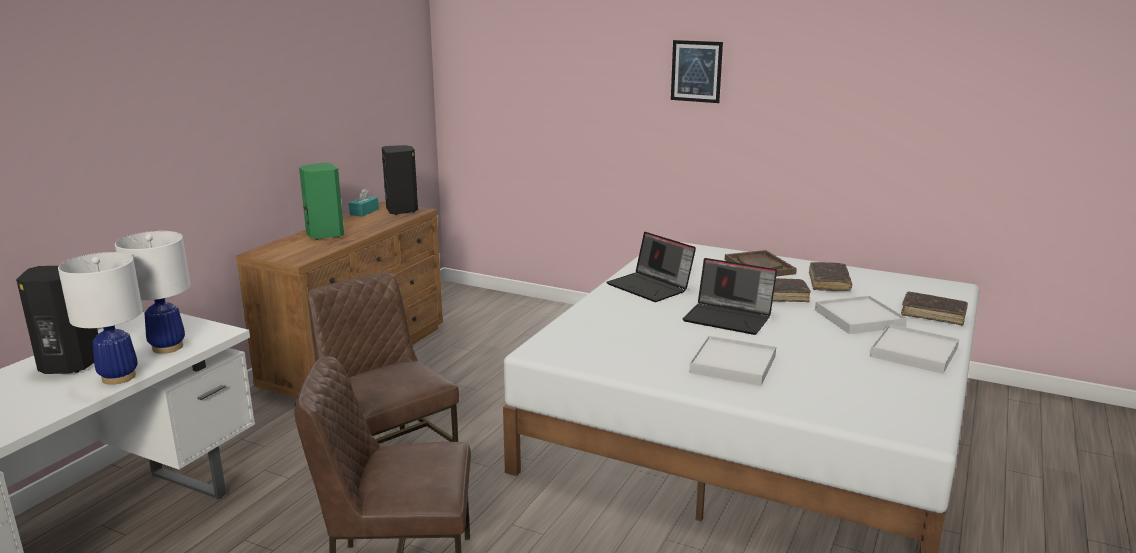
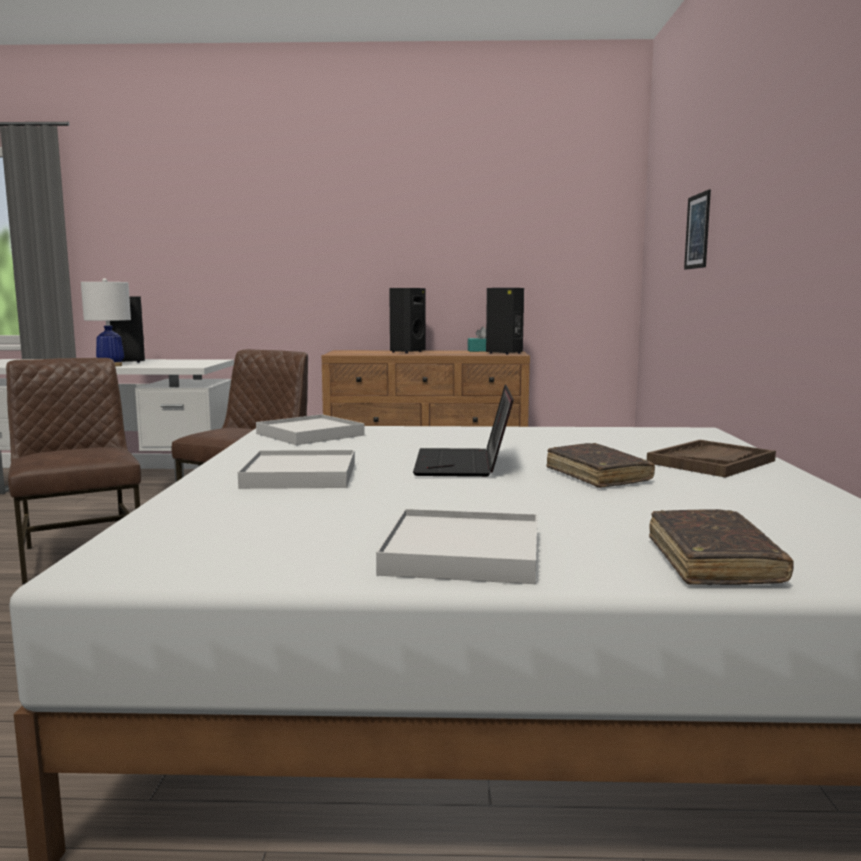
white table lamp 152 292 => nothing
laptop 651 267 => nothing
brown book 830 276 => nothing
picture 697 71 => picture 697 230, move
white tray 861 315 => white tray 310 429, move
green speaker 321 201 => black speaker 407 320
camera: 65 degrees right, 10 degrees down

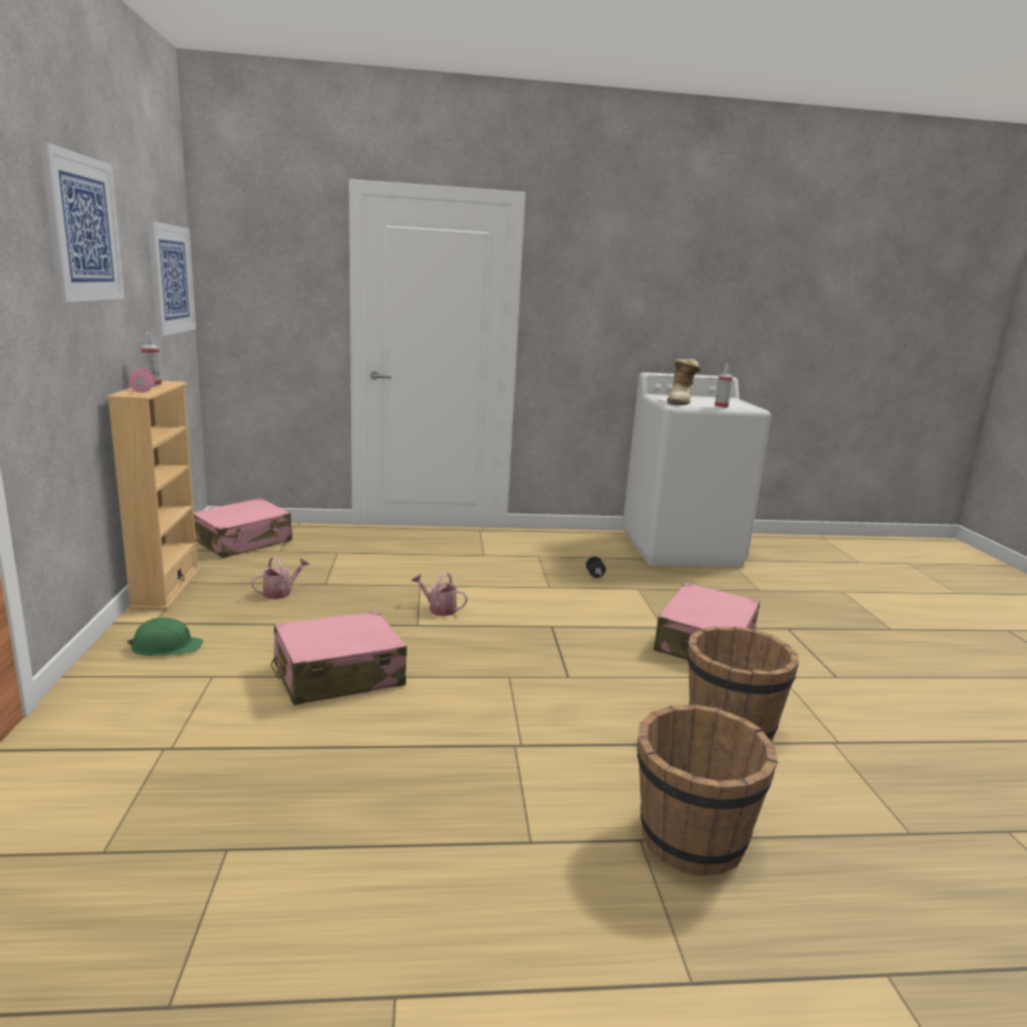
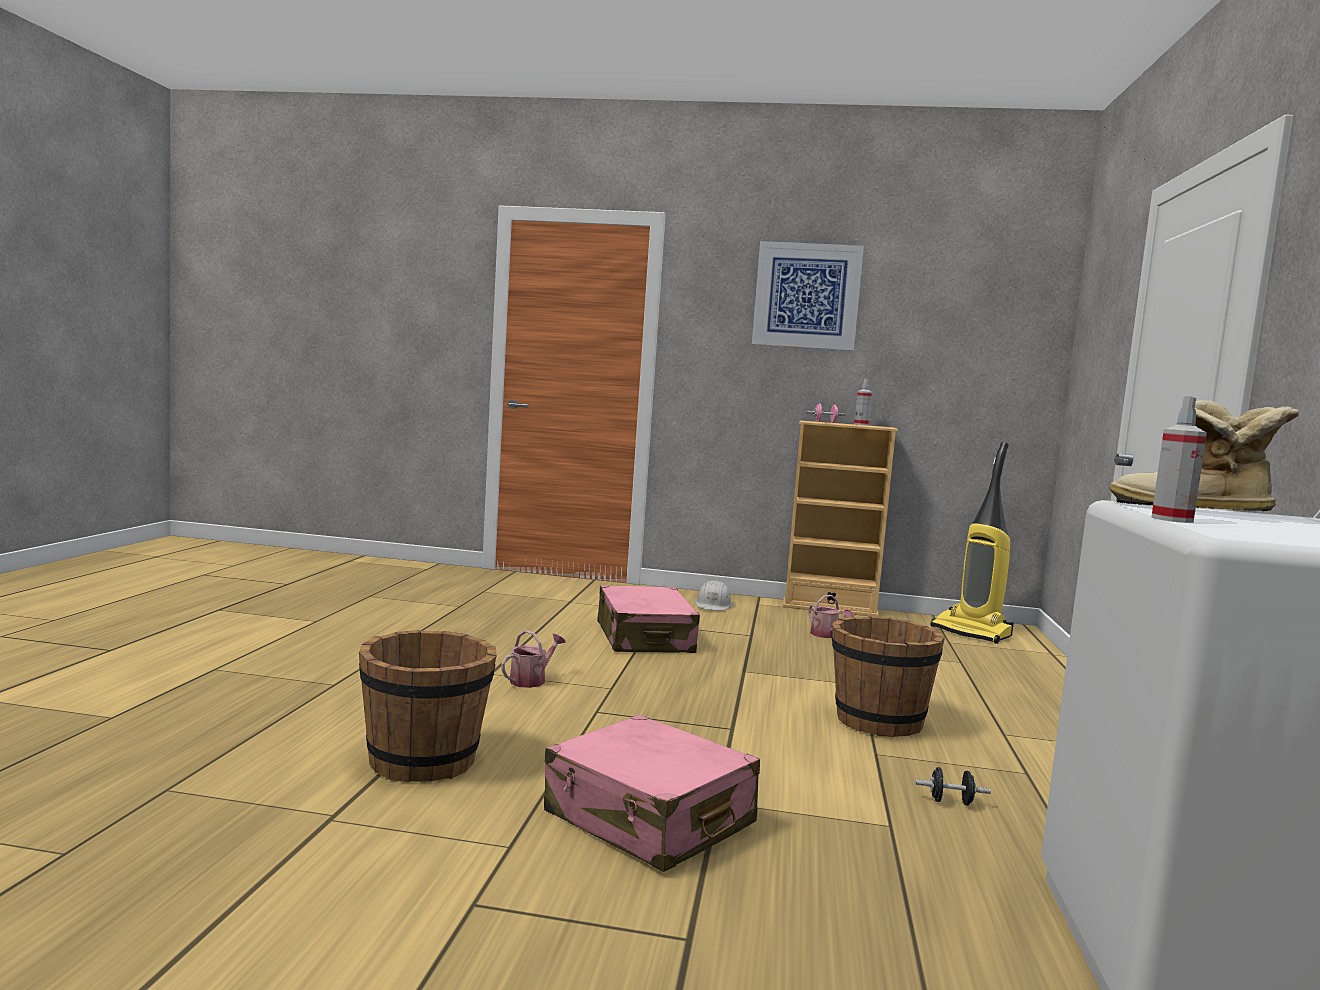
picture 171 278 => nothing
watering can 439 594 => watering can 533 659, move
brown bucket 707 790 => brown bucket 888 676, move
pink suitcase 243 528 => vacuum cleaner 972 543
green hard hat 165 636 => white hard hat 713 595
camera: 105 degrees right, 10 degrees down

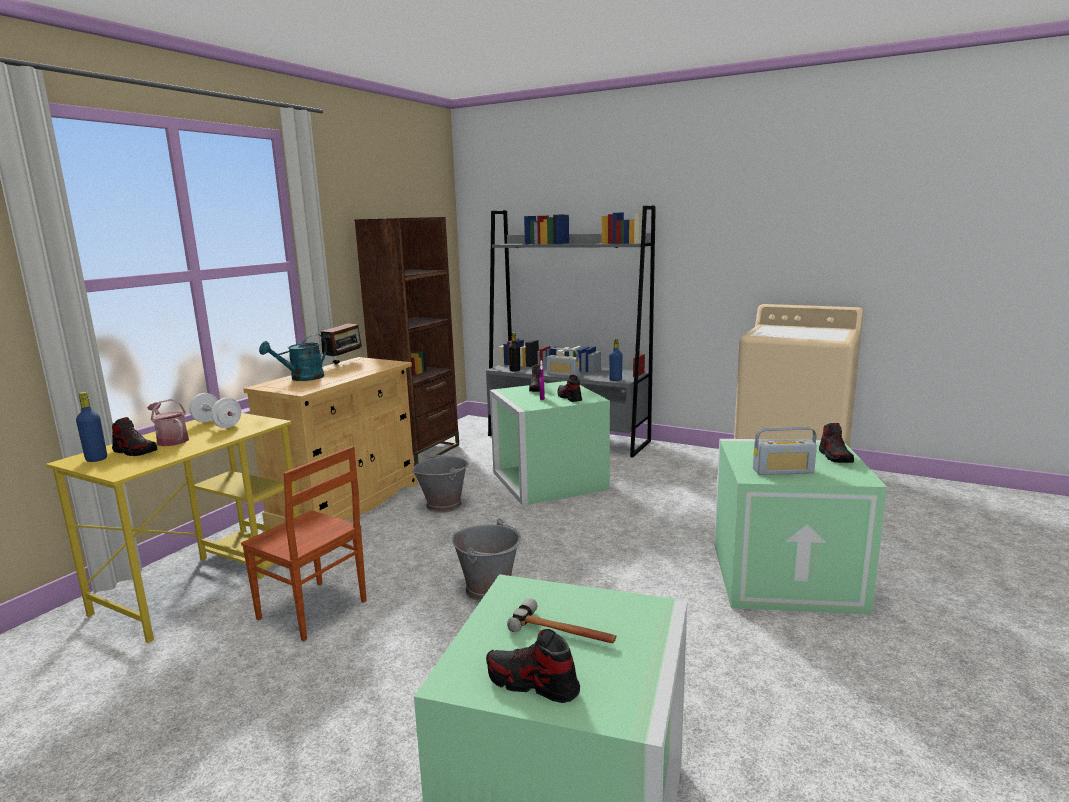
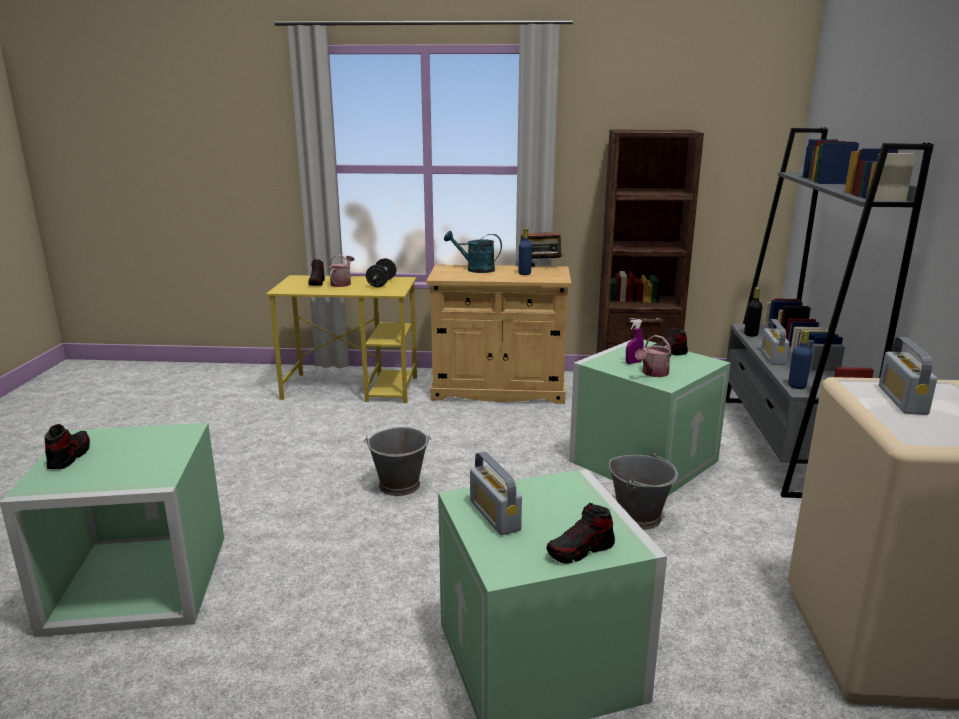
brown chair 304 543 => nothing
hammer 561 620 => nothing
nothing => radio 908 376
blue bottle 91 427 => blue bottle 525 251, move
grey bucket 440 483 => grey bucket 643 490, move
shoe 569 388 => watering can 653 356
white dumbbell 215 410 => black dumbbell 381 272
camera: 65 degrees right, 5 degrees up

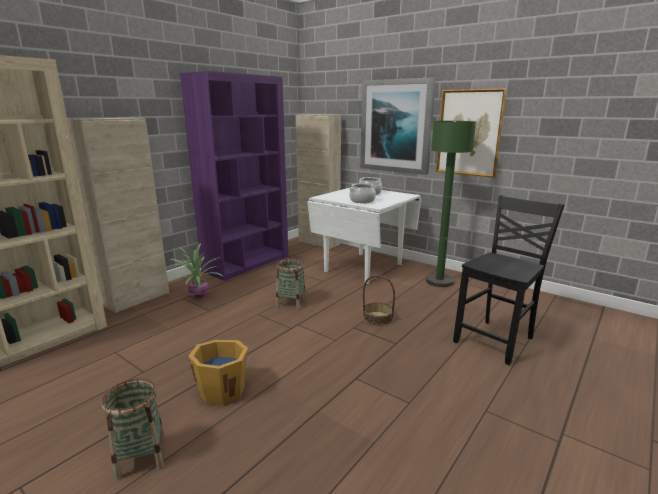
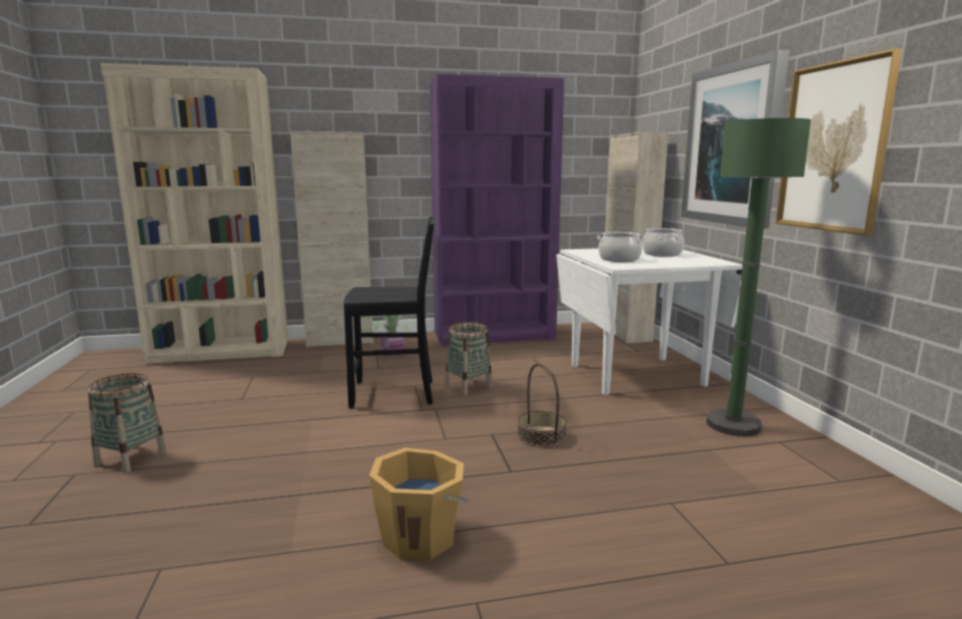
orange bucket 221 373 => orange bucket 418 504, move
black chair 508 280 => black chair 390 312, move
camera: 40 degrees right, 5 degrees down

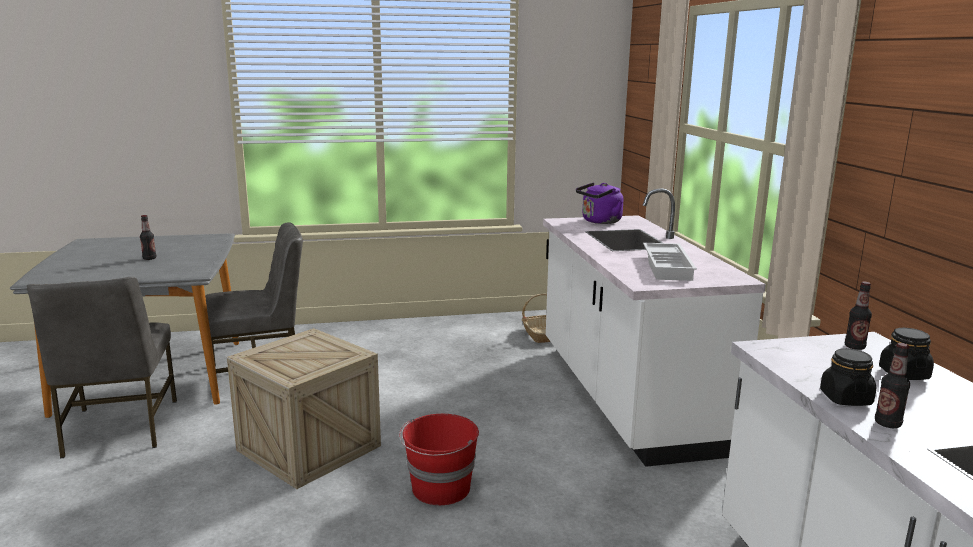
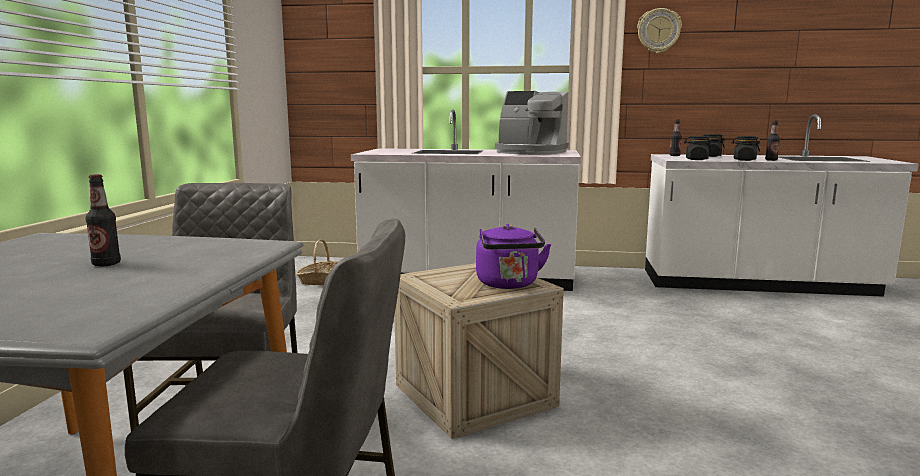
red bucket 439 459 => nothing
nothing => wall clock 659 30
nothing => black jar 698 148
purple kettle 599 203 => purple kettle 513 256, move
white tray 670 262 => coffee machine 532 123
camera: 70 degrees left, 5 degrees down

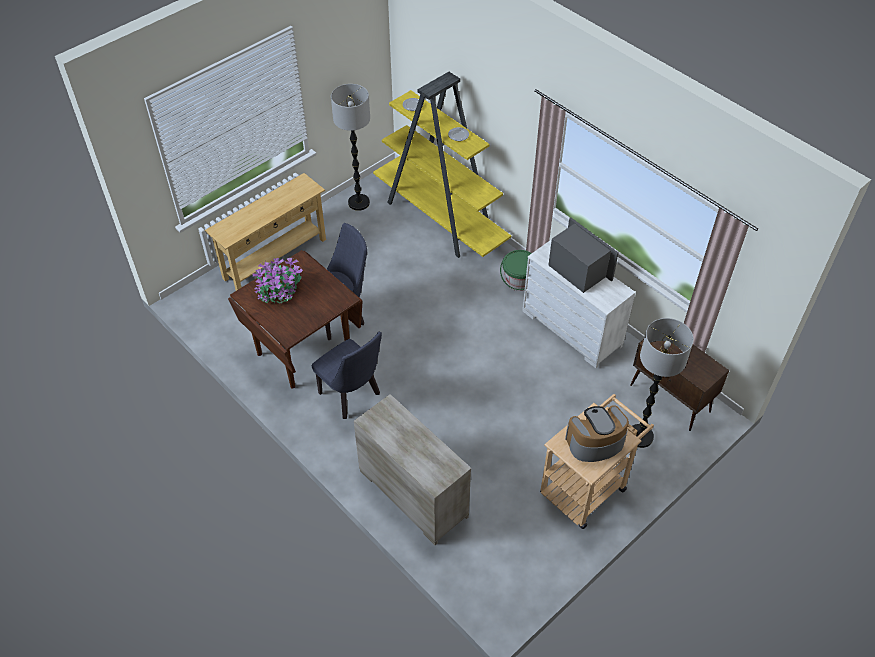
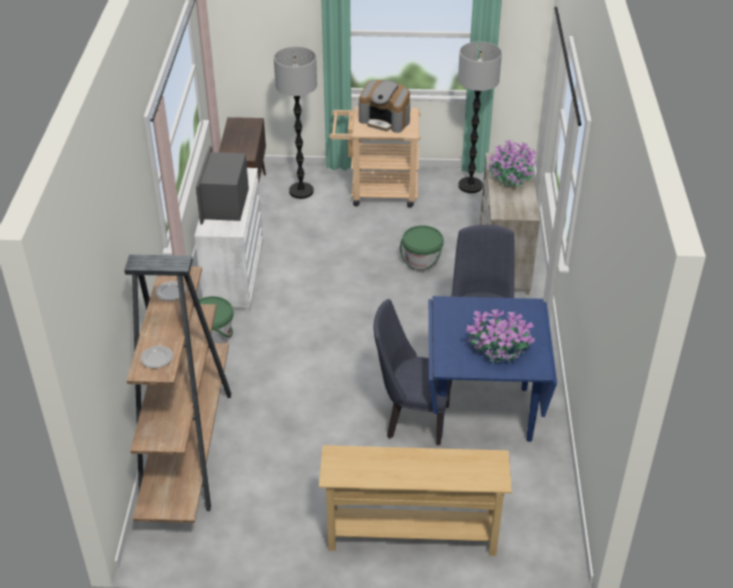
nothing => green bucket 422 248
nothing => potted plant 512 163
floor lamp 350 147 => floor lamp 480 117, move
brown dining table 295 319 => blue dining table 492 369
yellow bookcase 442 165 => brown bookcase 177 388
camera: 135 degrees left, 10 degrees down

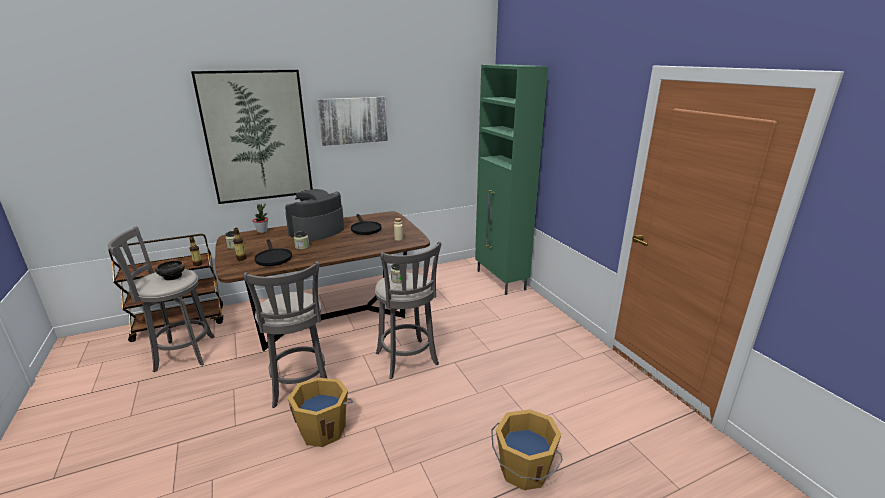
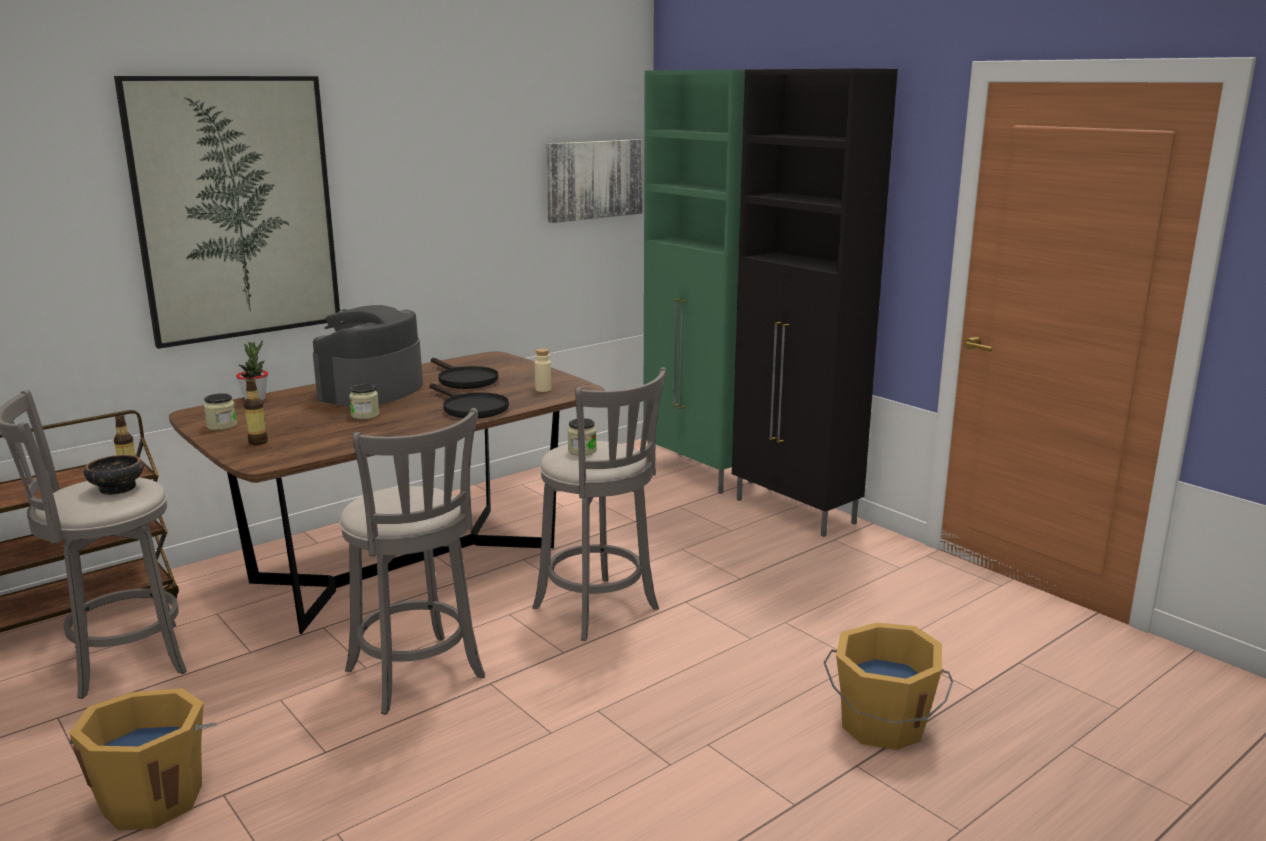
nothing => black cabinet 815 303
black frying pan 273 252 => black frying pan 469 400, move
orange bucket 320 412 => orange bucket 143 759, move
picture 352 121 => picture 594 181, move
camera: 15 degrees left, 5 degrees down

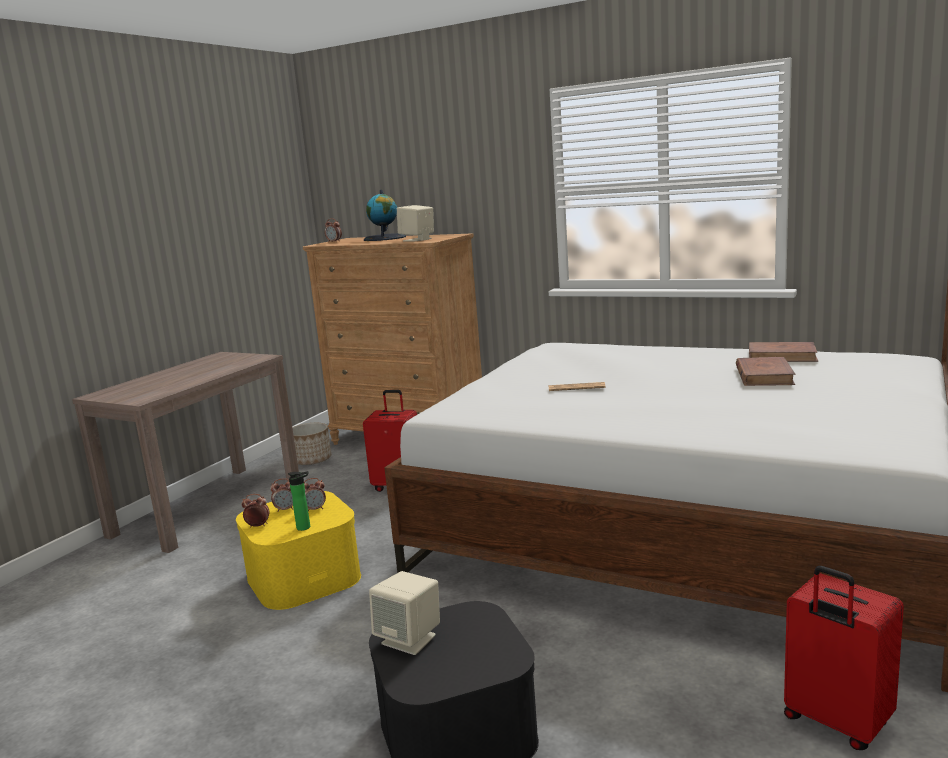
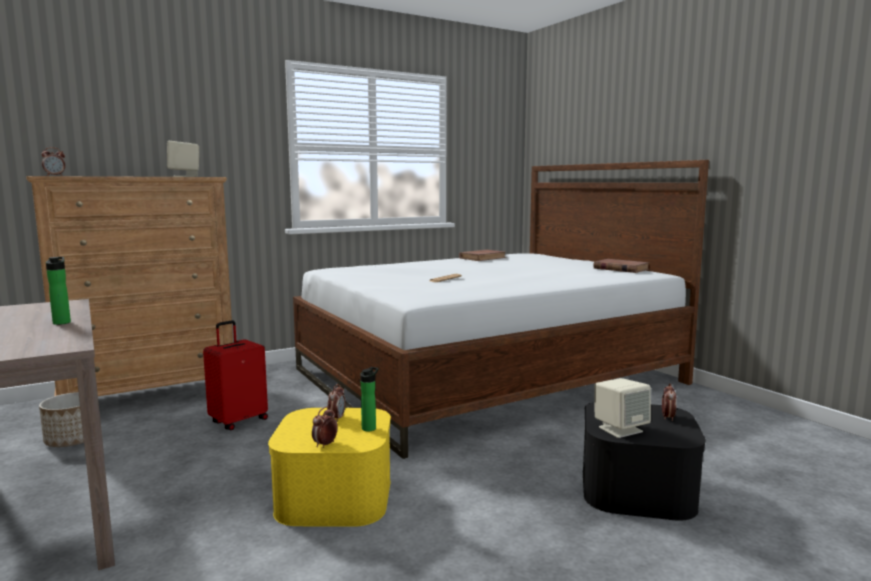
globe 385 215 => nothing
red suitcase 844 658 => nothing
nothing => bottle 58 291
alarm clock 281 495 => alarm clock 669 402, move
brown book 765 371 => brown book 621 266, move
camera: 60 degrees left, 5 degrees down

